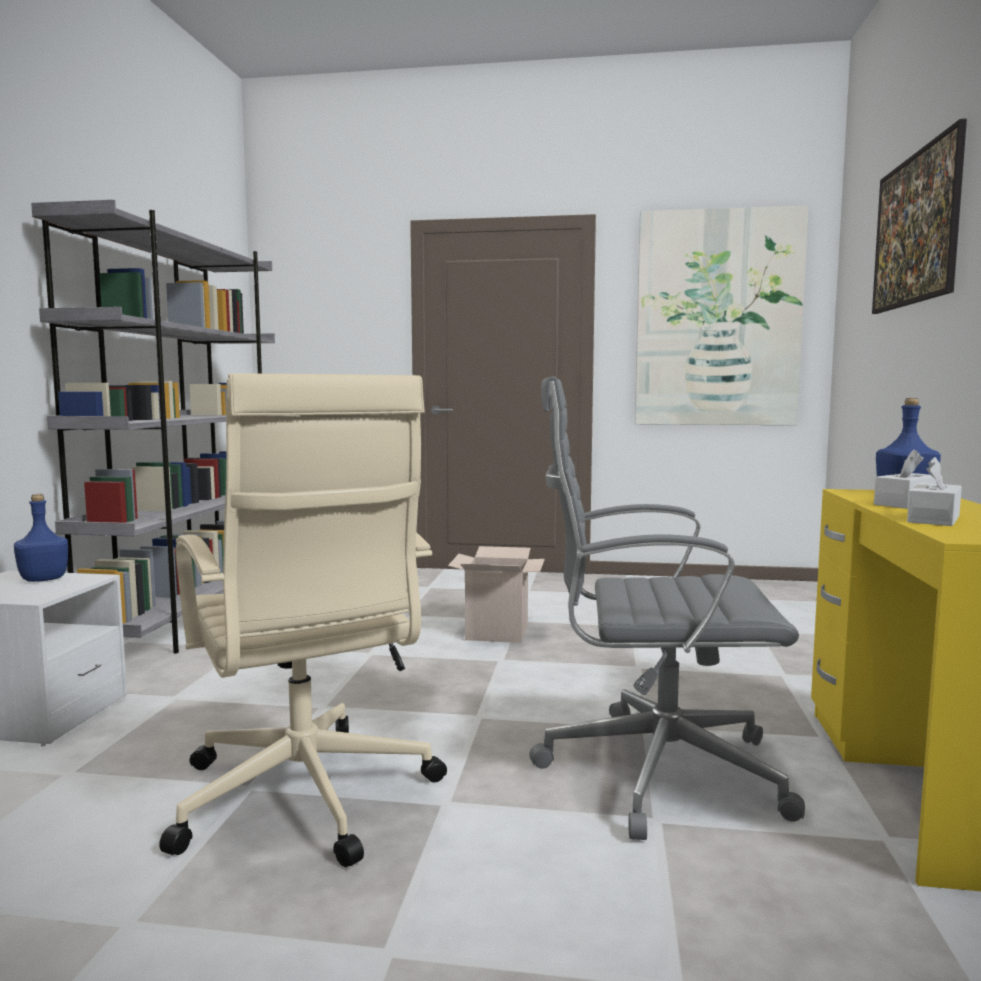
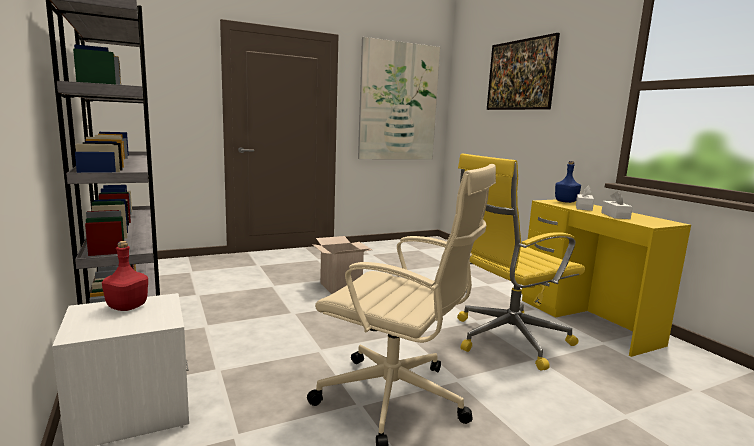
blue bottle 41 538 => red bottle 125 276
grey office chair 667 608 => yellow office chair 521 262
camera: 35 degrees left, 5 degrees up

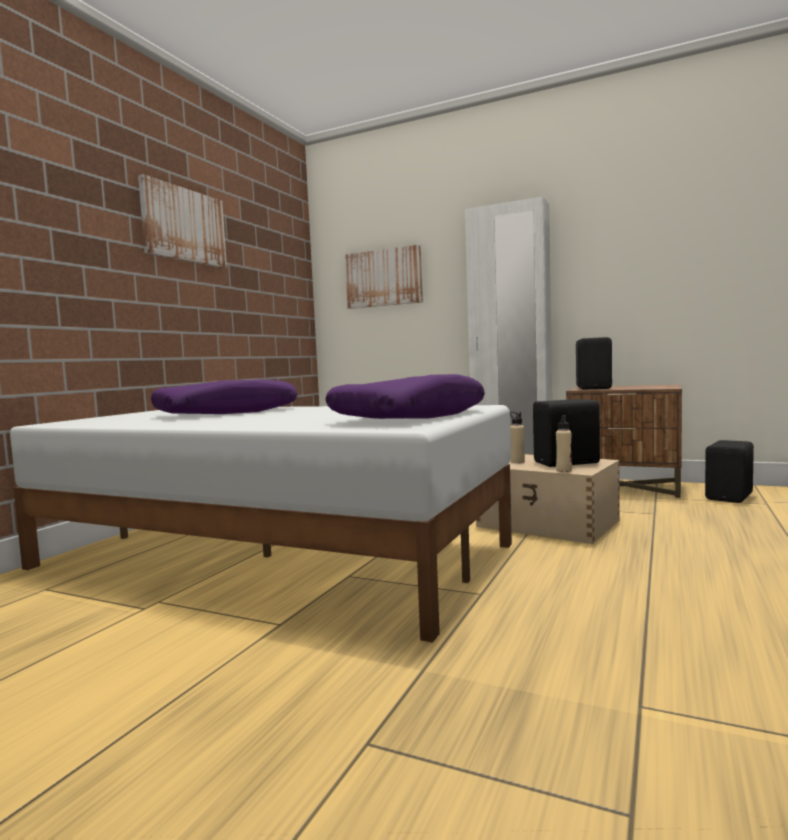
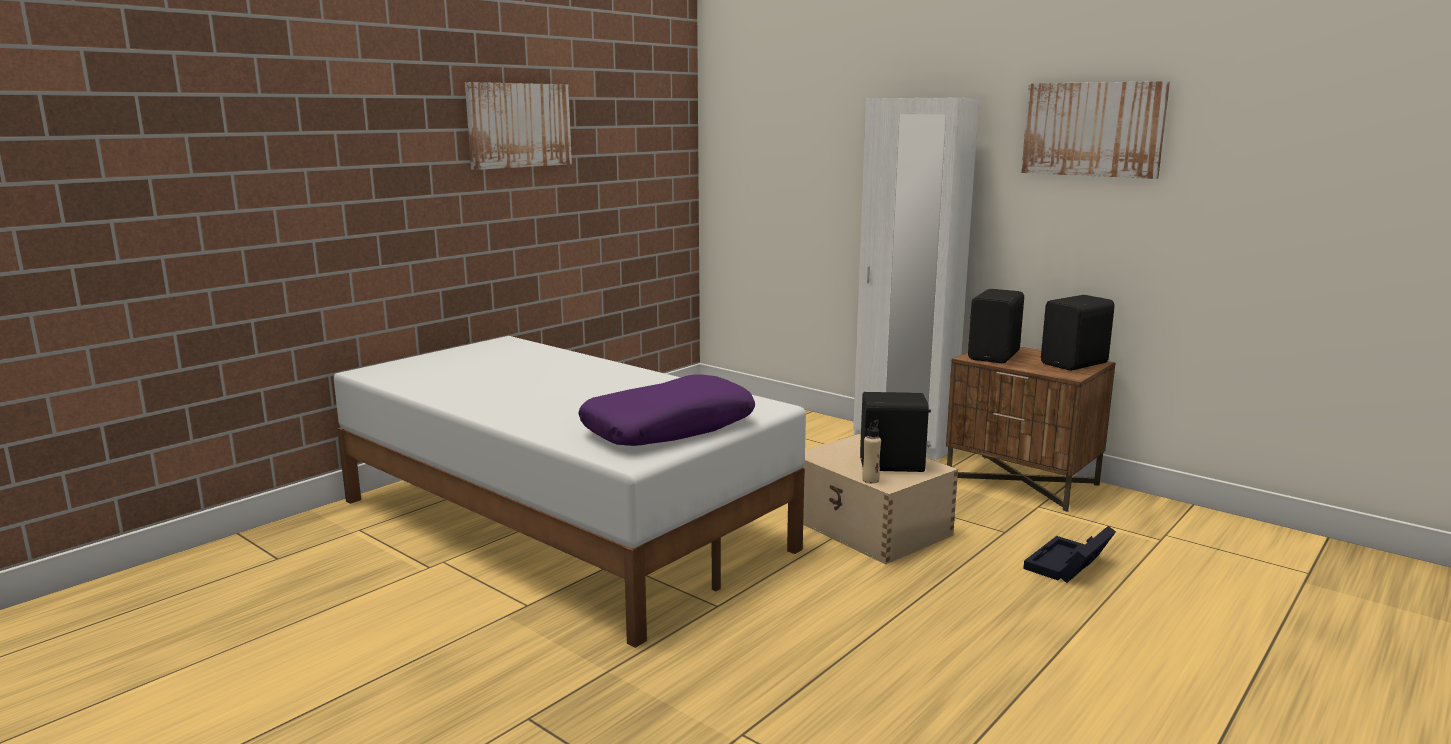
purple pillow 224 396 => nothing
beige bottle 517 437 => nothing
nothing => black storage box 1069 554
picture 384 277 => picture 1095 130, move
black speaker 729 471 => black speaker 1078 333, move
camera: 15 degrees right, 10 degrees up

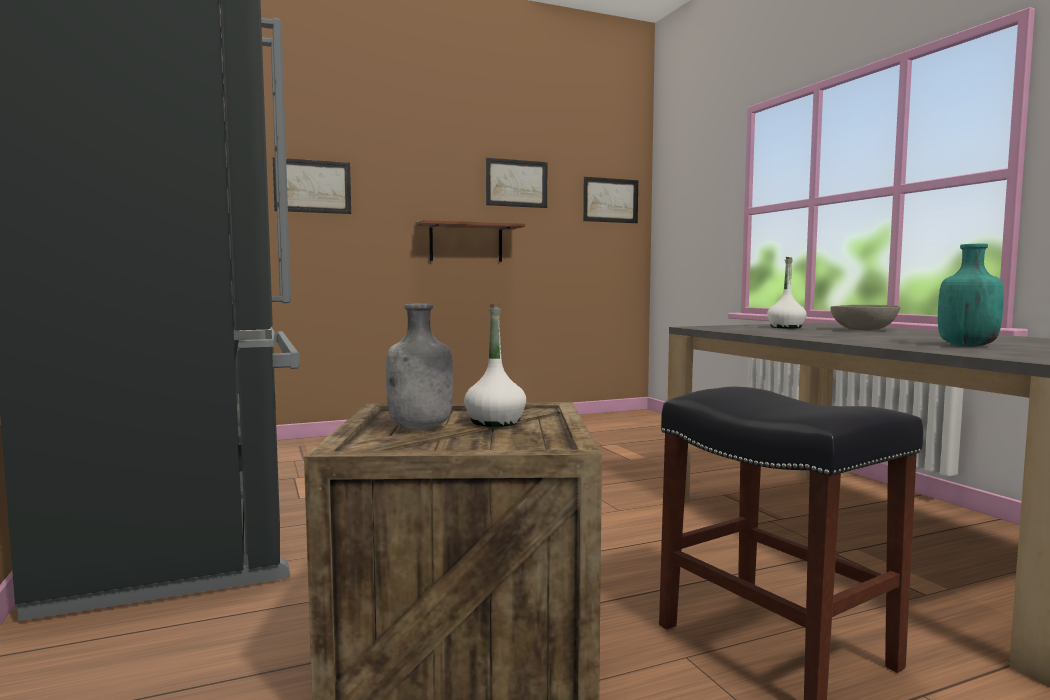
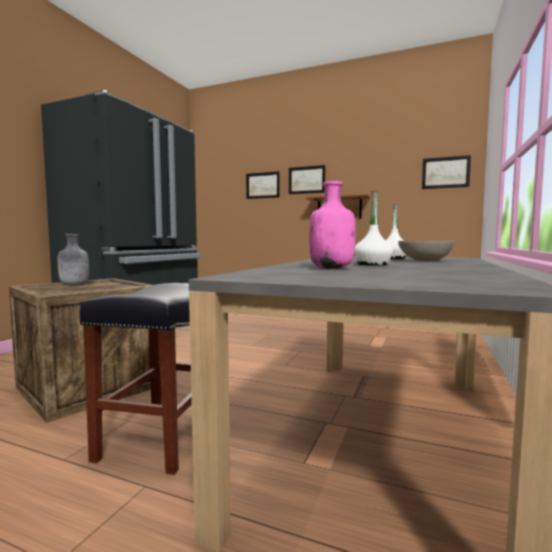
white bottle 495 365 => white bottle 373 228, move
picture 516 183 => picture 307 179, move
turquoise bottle 971 295 => pink bottle 332 225
camera: 45 degrees right, 0 degrees up

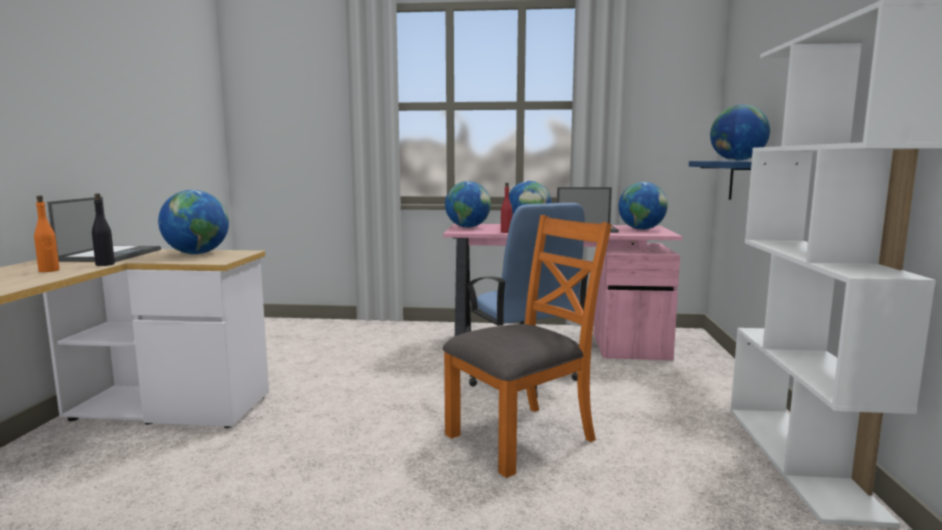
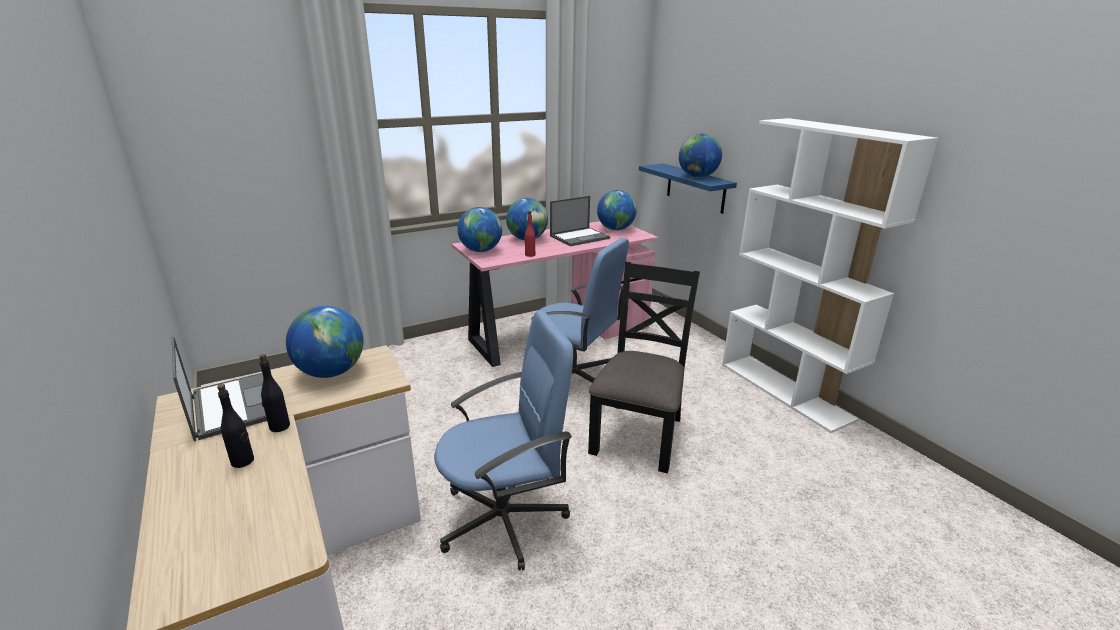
nothing => blue office chair 503 440
orange bottle 47 233 => black bottle 235 426
orange chair 527 346 => black chair 644 367
camera: 35 degrees left, 15 degrees up

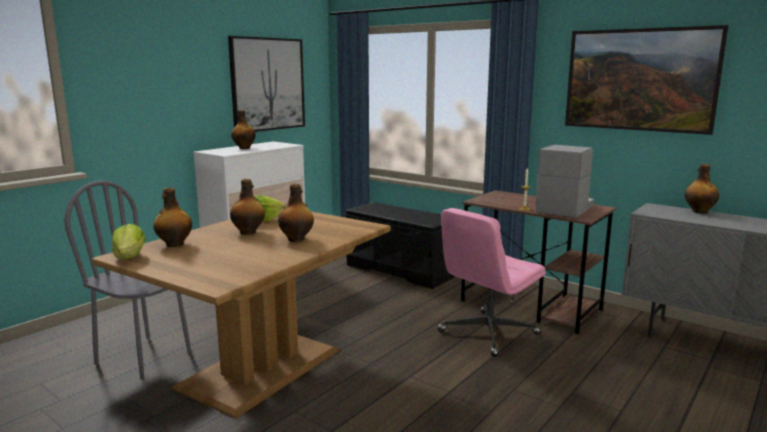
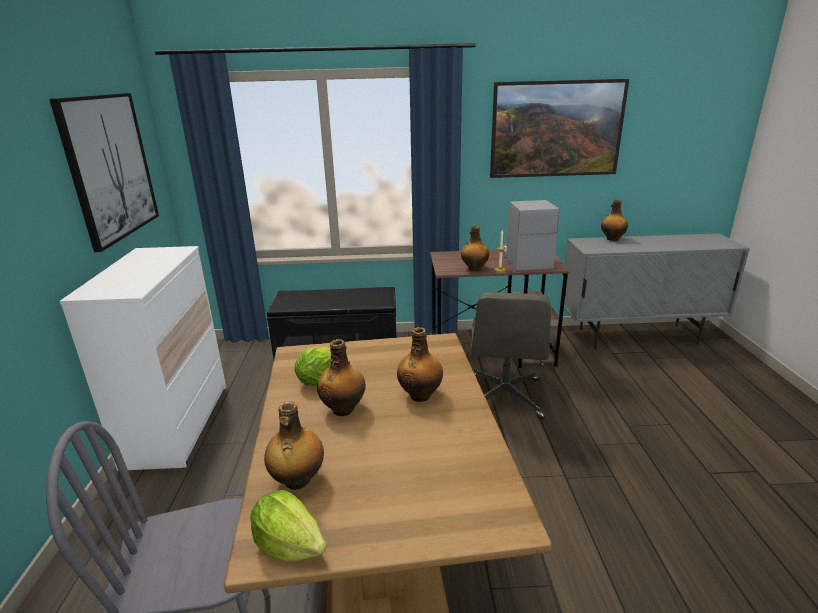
bottle 243 129 => bottle 475 248, move
pink office chair 491 282 => grey office chair 511 356
camera: 40 degrees left, 10 degrees up

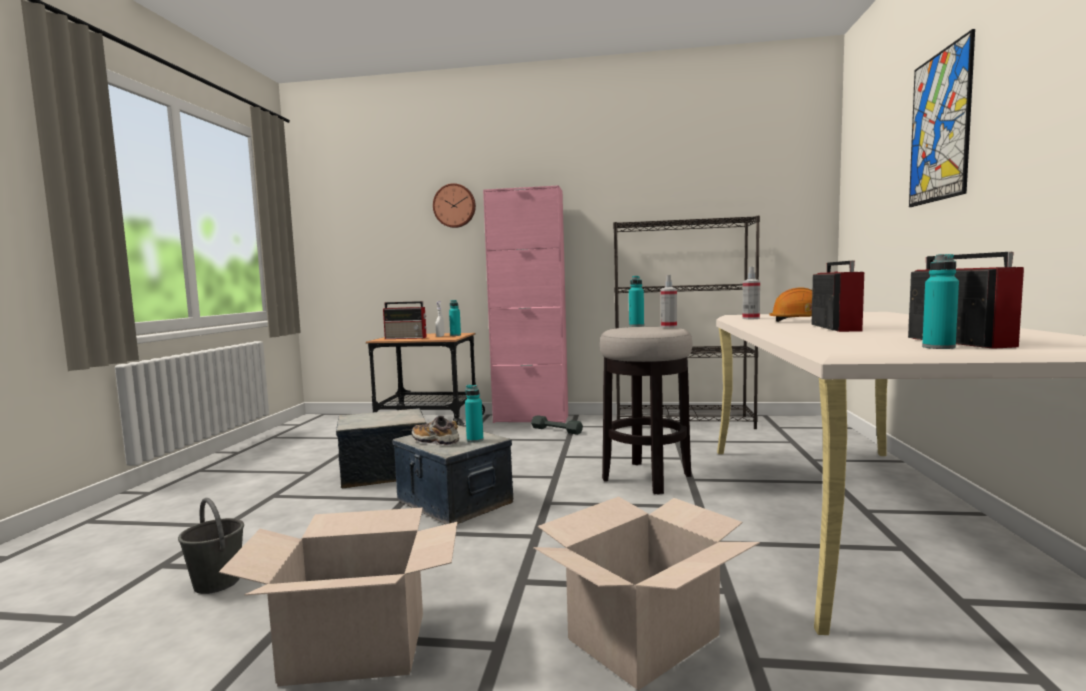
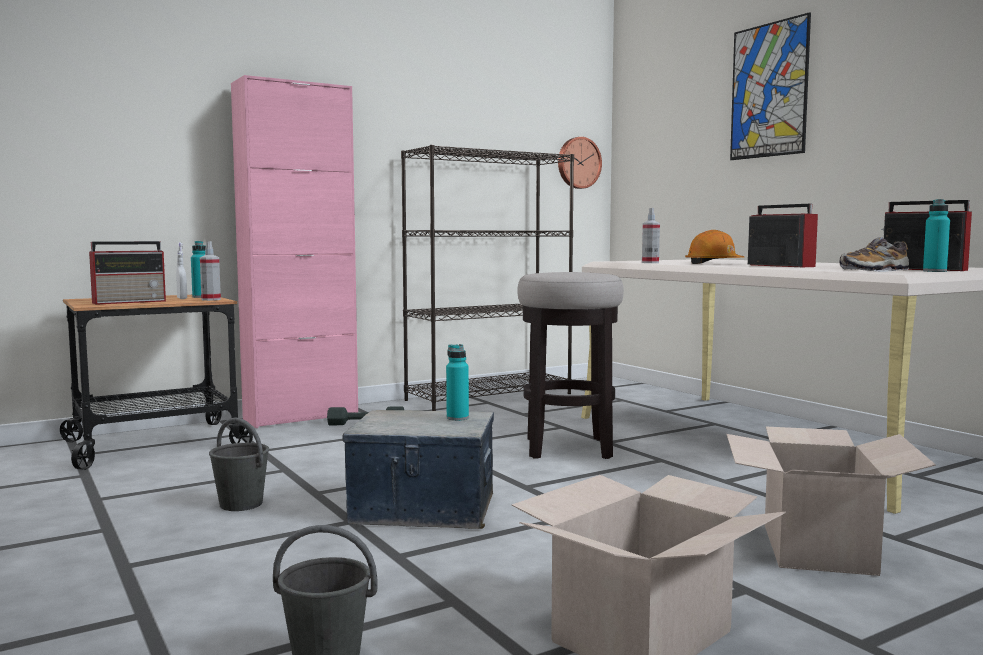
turquoise bottle 636 301 => nothing
shoe 435 430 => shoe 874 254, move
wall clock 454 205 => wall clock 580 163, move
spray bottle 669 301 => spray bottle 210 271, move
storage box 381 448 => grey bucket 239 464
camera: 40 degrees left, 0 degrees up

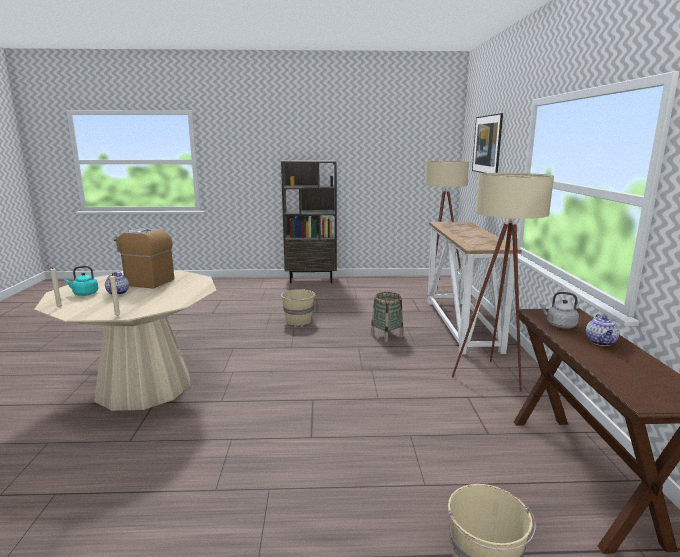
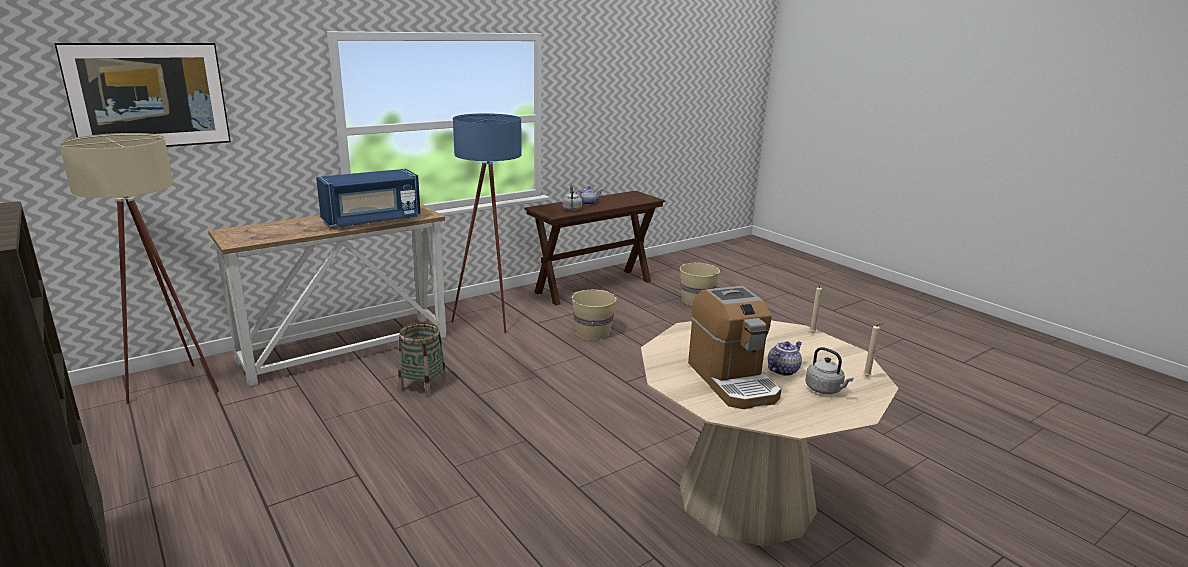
nothing => blue microwave 368 198
beige bucket 298 307 => beige bucket 593 315, move
turquoise kettle 81 281 => grey kettle 830 370
beige floor lamp 503 282 => blue floor lamp 486 223
camera: 125 degrees left, 5 degrees up

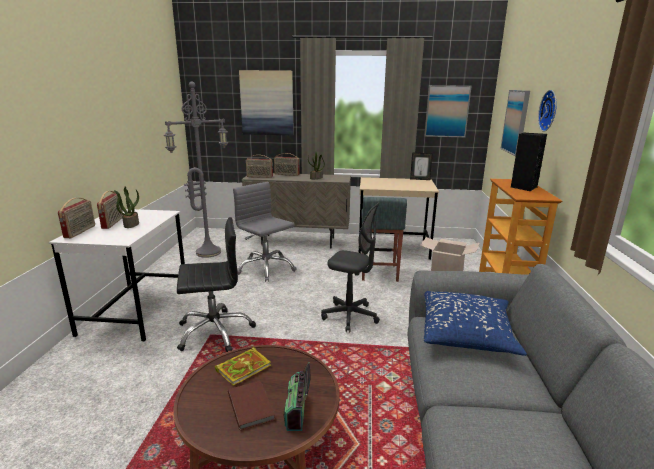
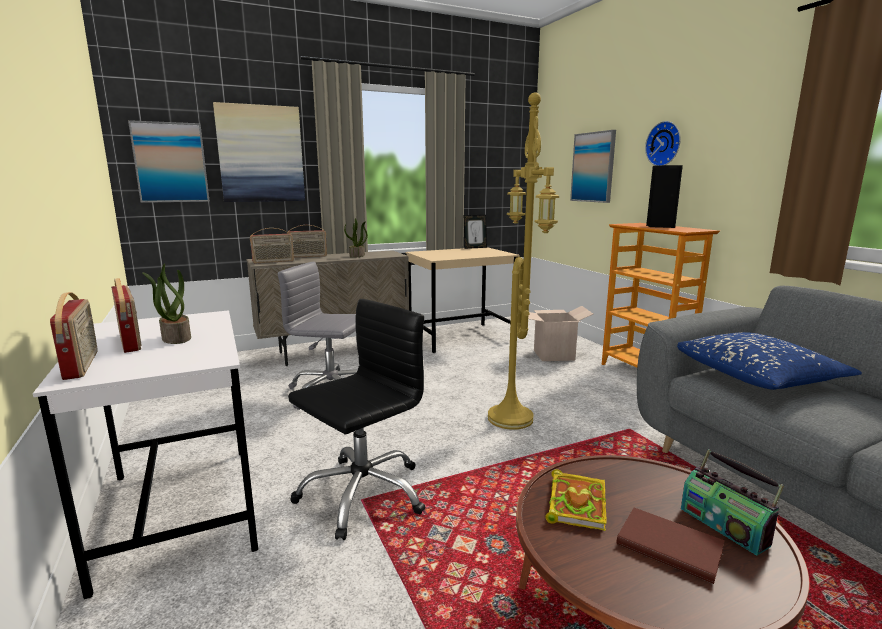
grey floor lamp 196 170 => nothing
grey stool 384 239 => nothing
picture 448 111 => picture 169 161, move
grey office chair 350 267 => yellow floor lamp 523 261
camera: 30 degrees left, 5 degrees down

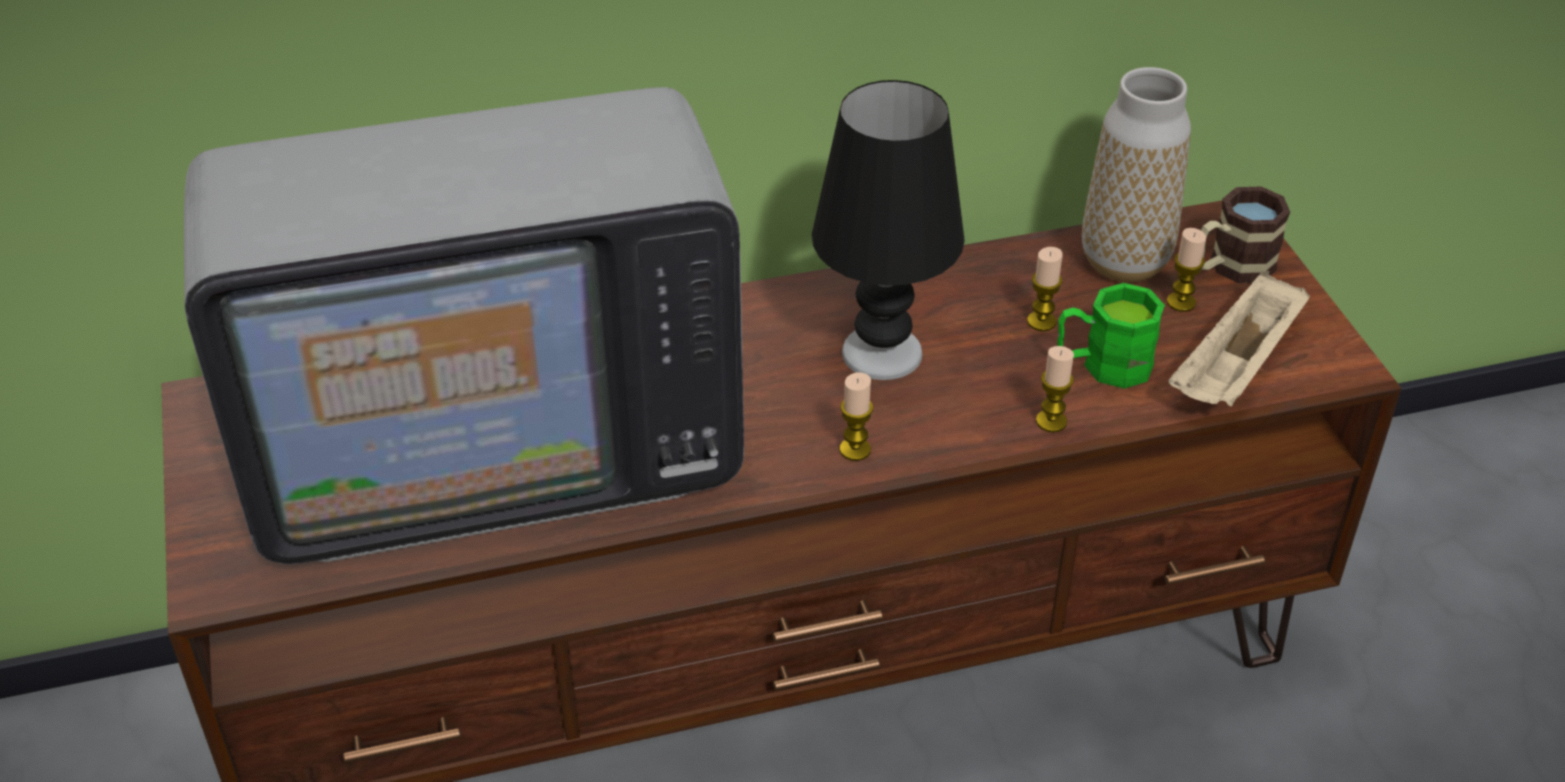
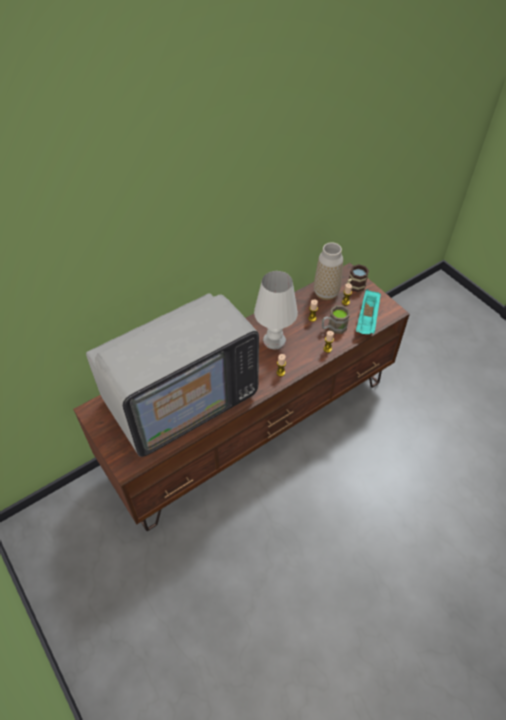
black table lamp 888 230 => white table lamp 276 310
green mug 1111 336 => brown mug 336 319
beige tray 1239 338 => turquoise tray 368 311
camera: 20 degrees left, 10 degrees up

